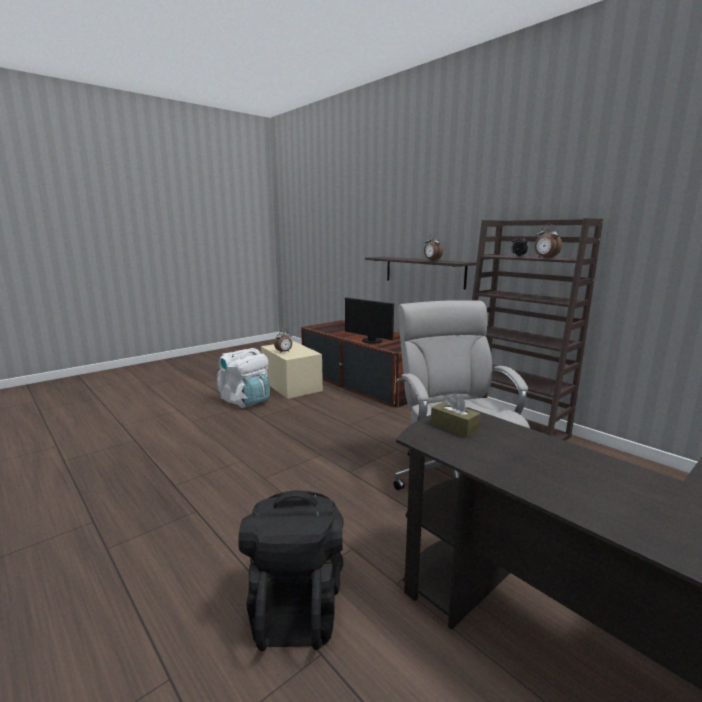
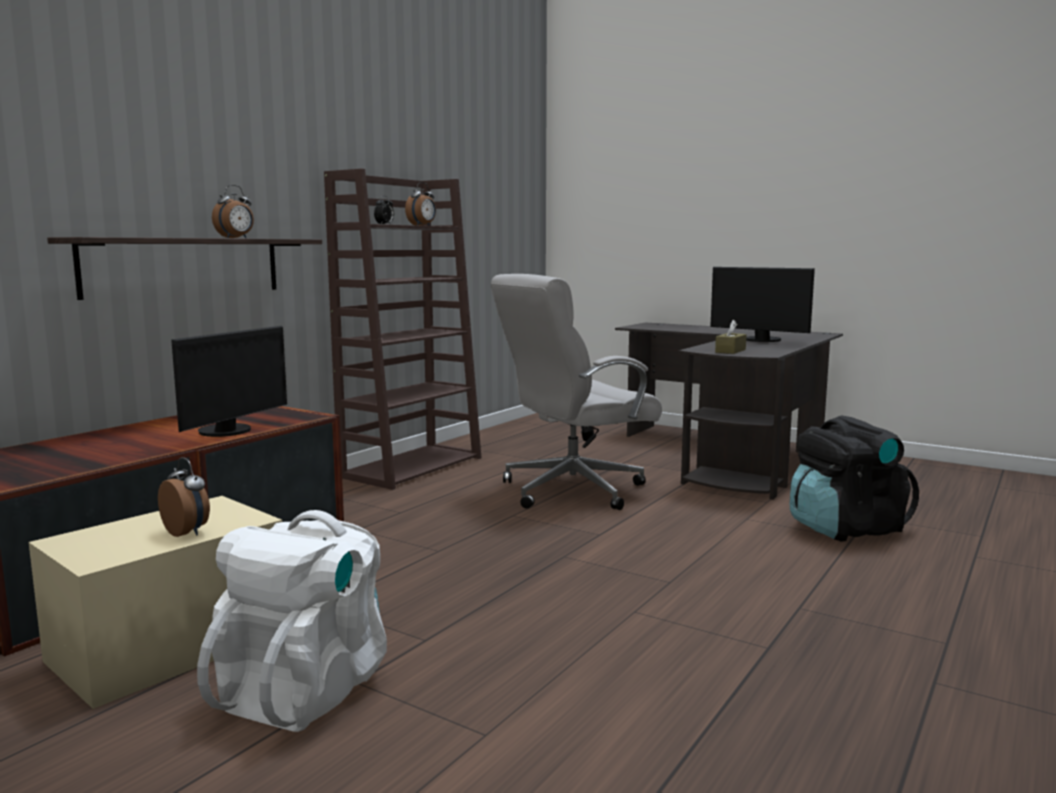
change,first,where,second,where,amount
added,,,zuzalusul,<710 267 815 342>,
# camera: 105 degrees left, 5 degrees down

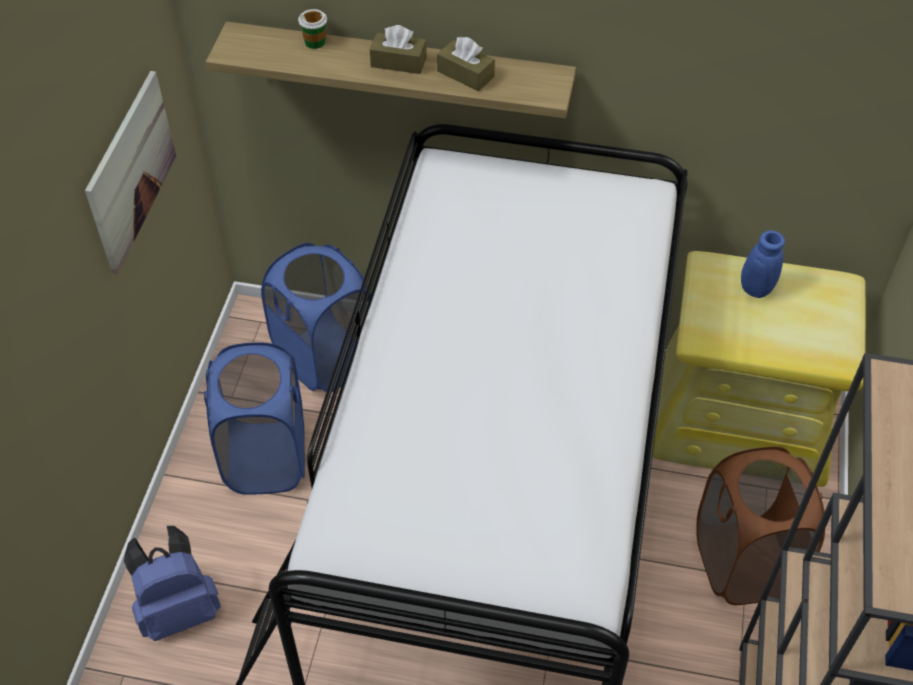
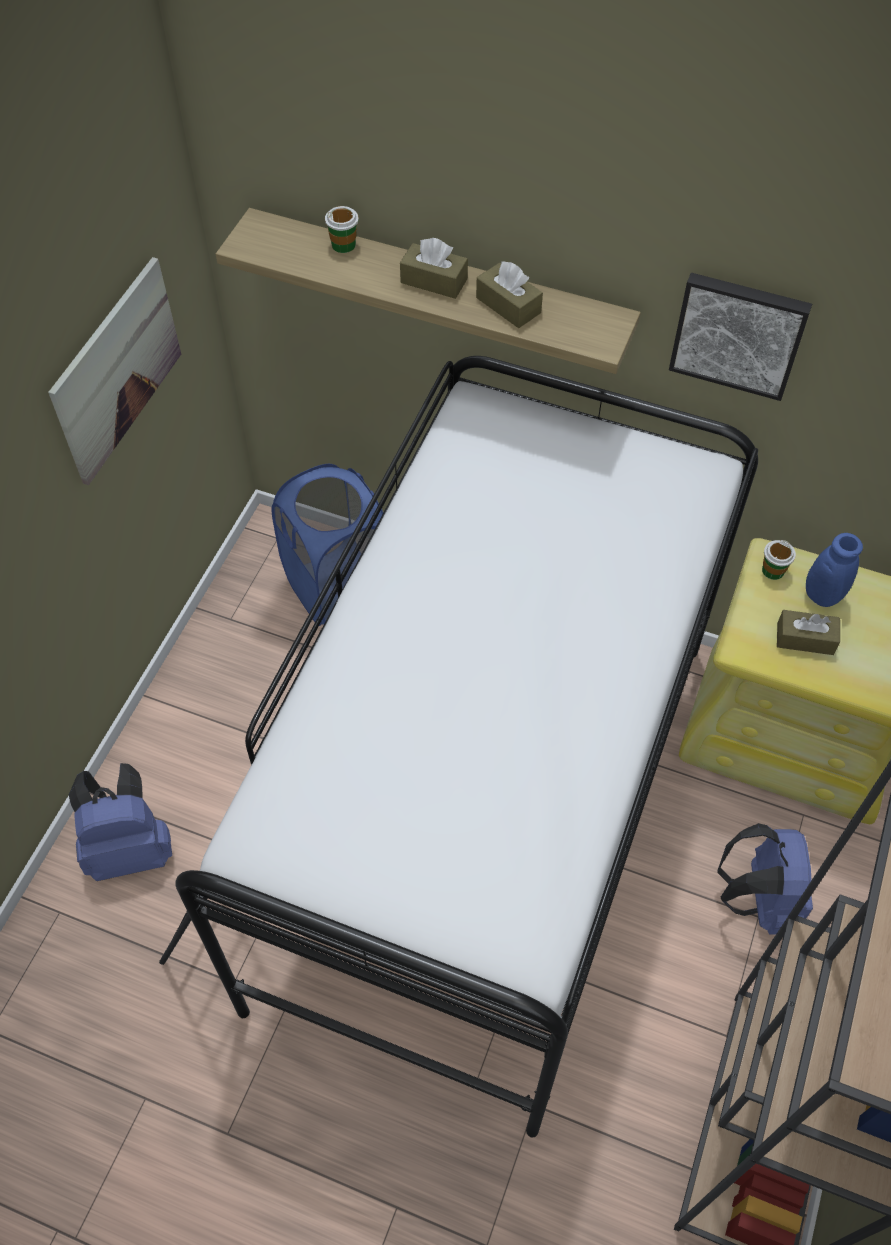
change,first,where,second,where,amount
removed,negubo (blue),<204 342 305 495>,,,
replaced,negubo (brown),<696 447 825 605>,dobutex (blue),<718 823 813 935>,
added,,,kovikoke,<669 273 812 401>,
added,,,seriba,<762 540 796 580>,
added,,,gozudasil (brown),<777 610 840 655>,
# camera: 10 degrees right, 5 degrees up

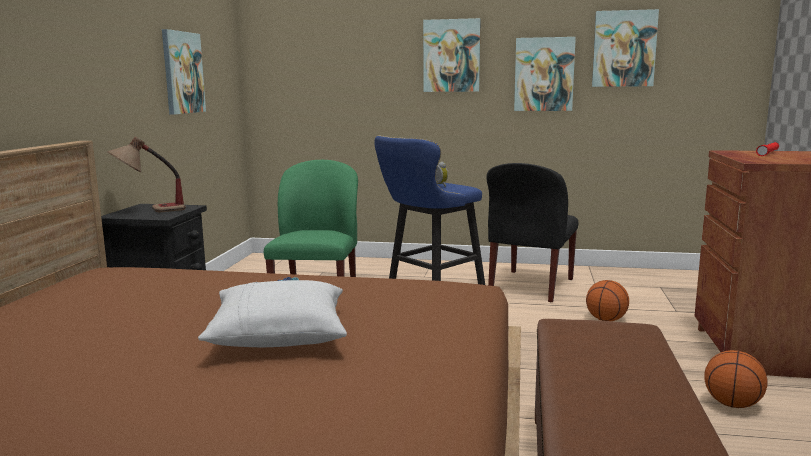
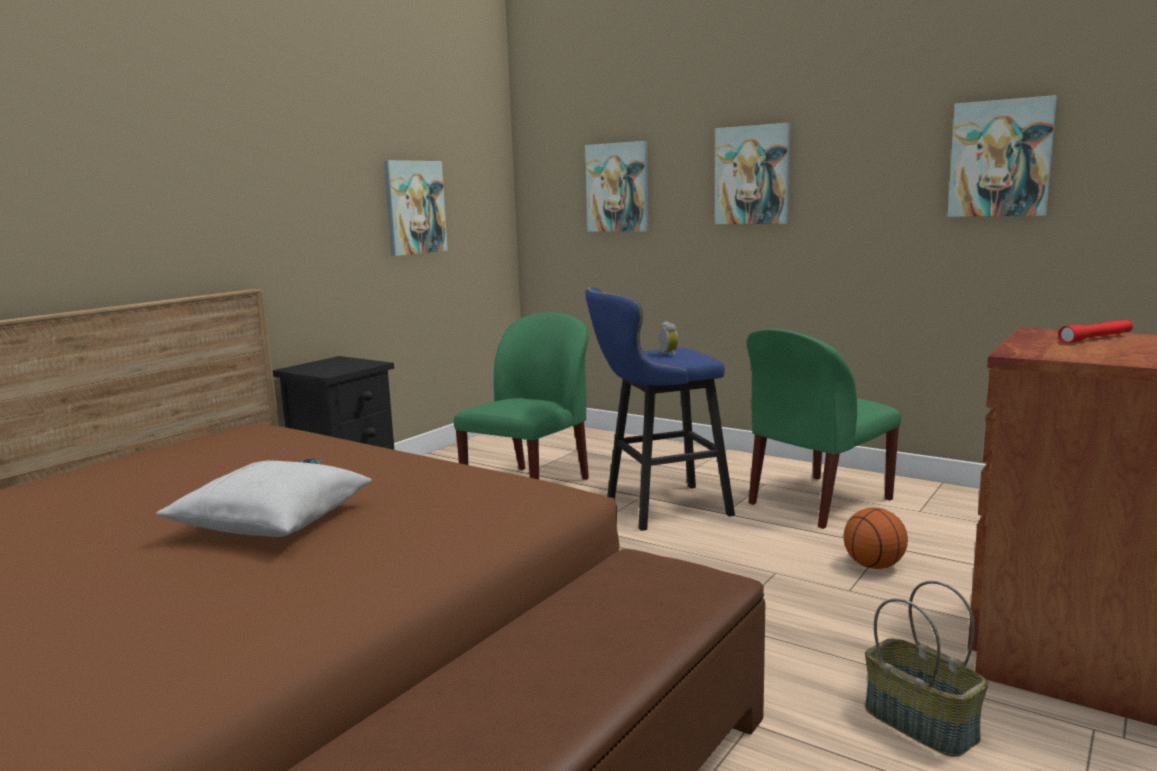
change,first,where,second,where,amount
removed,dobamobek,<108 137 186 212>,,,
recoloured,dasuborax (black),<486 163 578 302>,dasuborax (green),<747 329 901 529>,
moved,kovikoke,<514 37 576 111>,,<585 141 648 232>,
replaced,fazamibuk,<704 350 768 408>,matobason,<865 581 988 757>,
# camera: 25 degrees right, 0 degrees up

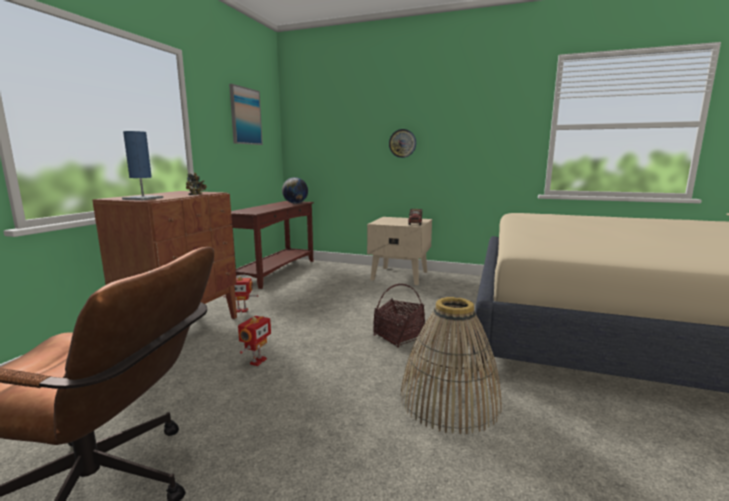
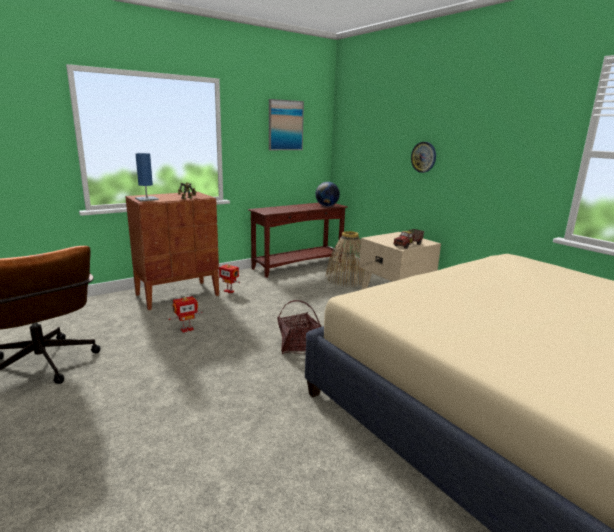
change,first,where,second,where,amount
moved,matobason,<401 297 502 434>,,<325 231 370 287>,
# camera: 35 degrees right, 5 degrees up

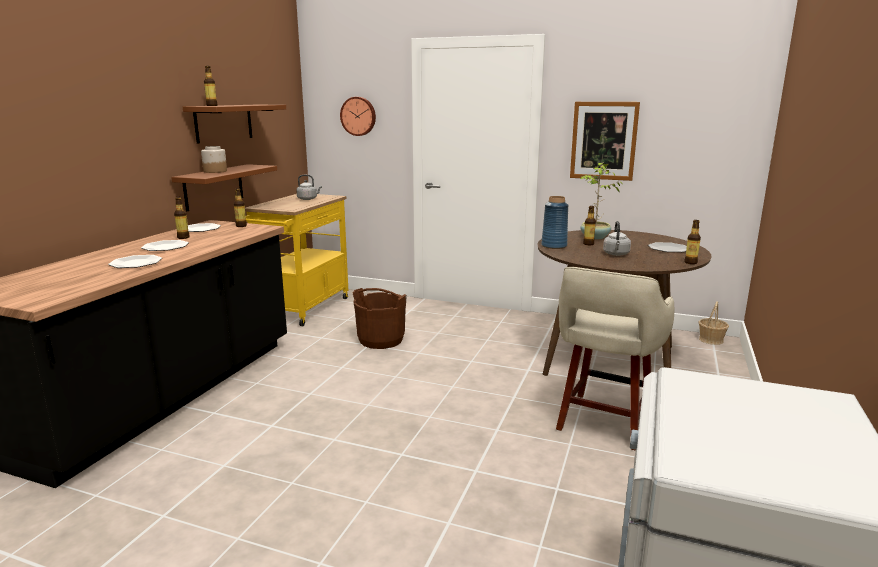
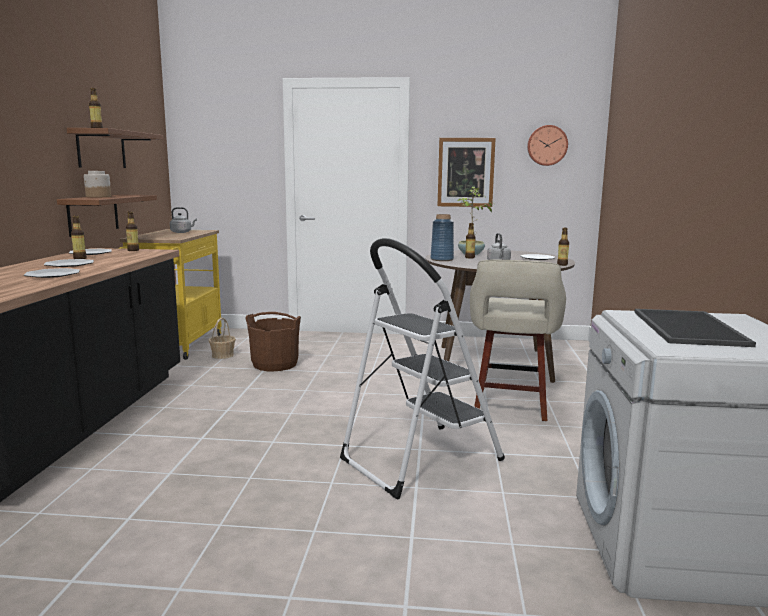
change,first,where,second,where,amount
moved,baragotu,<340 97 376 136>,,<527 125 568 166>,
moved,matobason,<699 301 729 345>,,<208 318 236 359>,
added,,,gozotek,<340 238 505 499>,
added,,,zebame,<634 309 756 347>,
# camera: 15 degrees left, 5 degrees down

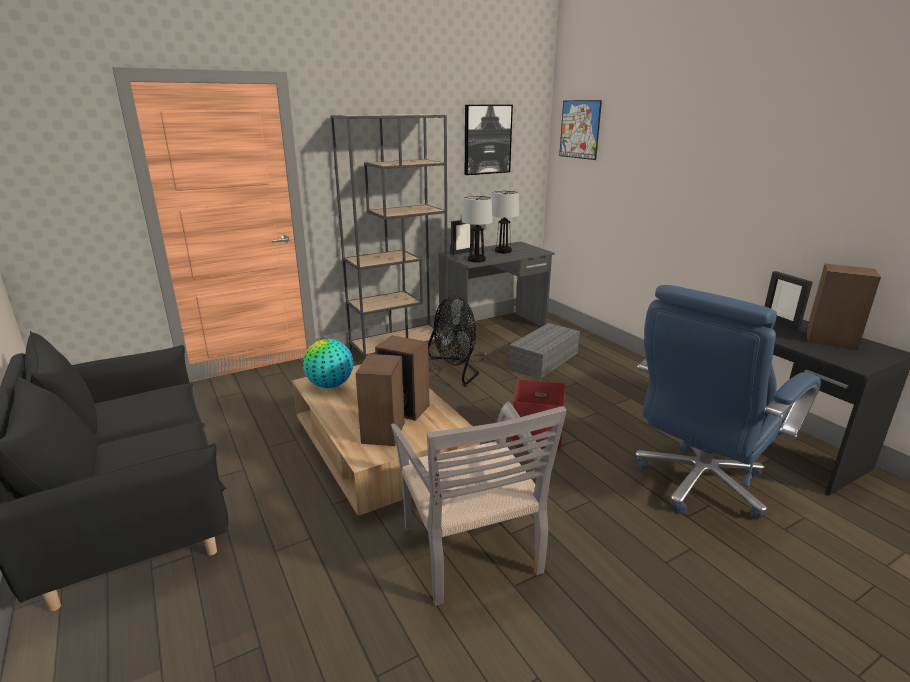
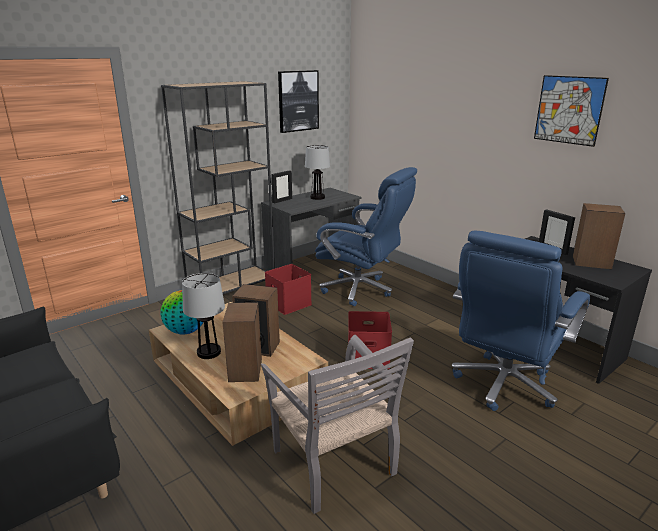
change,first,where,second,where,amount
replaced,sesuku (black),<428 295 485 387>,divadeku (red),<265 264 312 315>,
moved,dobamobek,<462 196 493 263>,,<182 273 225 359>,
replaced,divadeku (grey),<509 323 580 378>,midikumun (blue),<315 167 417 306>,
moved,kovikoke,<559 100 602 160>,,<534 75 609 147>,
# camera: 10 degrees left, 0 degrees up

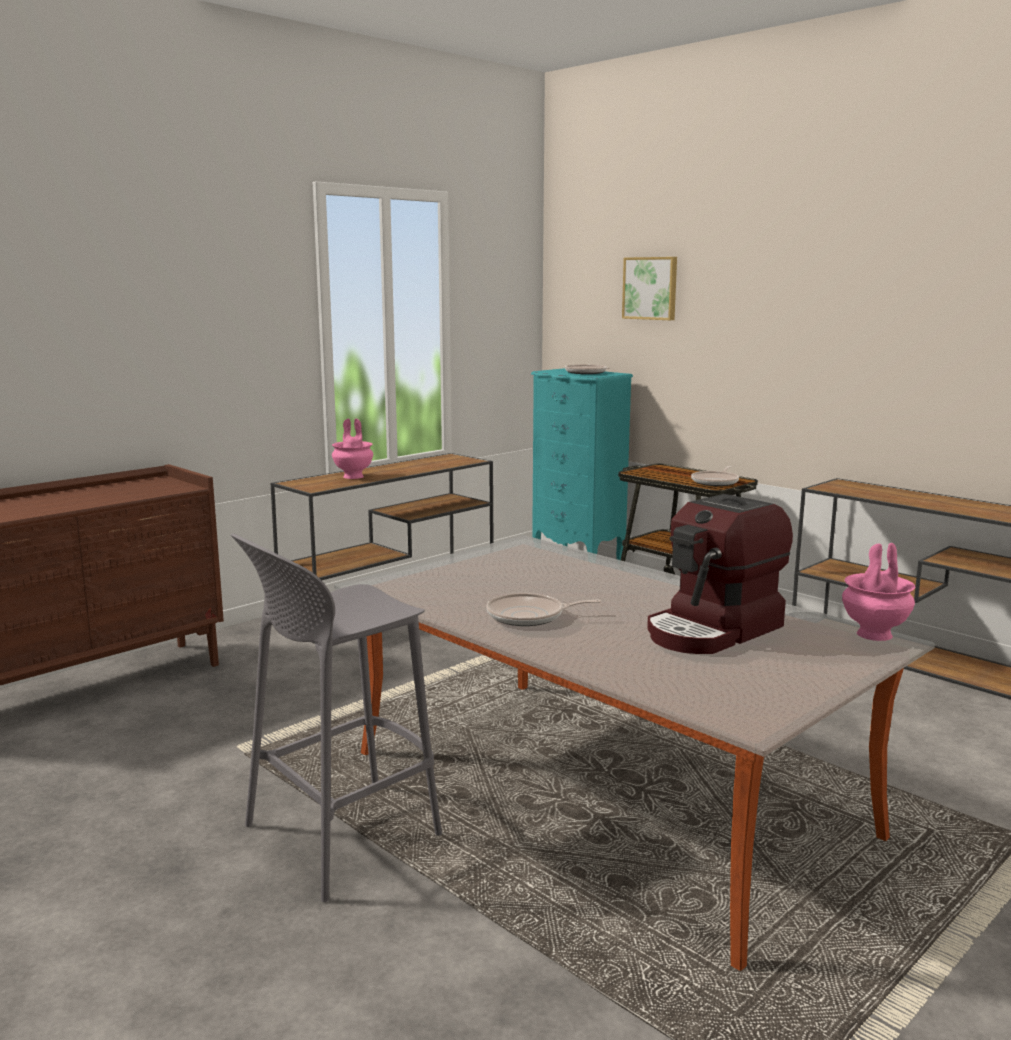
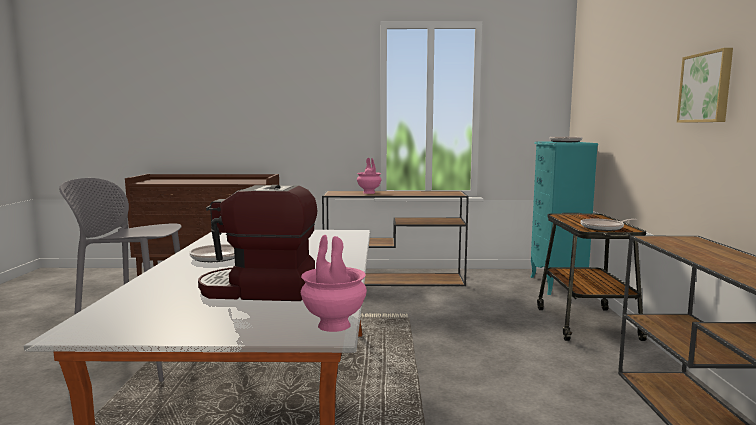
change,first,where,second,where,amount
moved,kovikoke,<622 257 677 320>,,<677 48 733 123>,
# camera: 45 degrees right, 5 degrees down

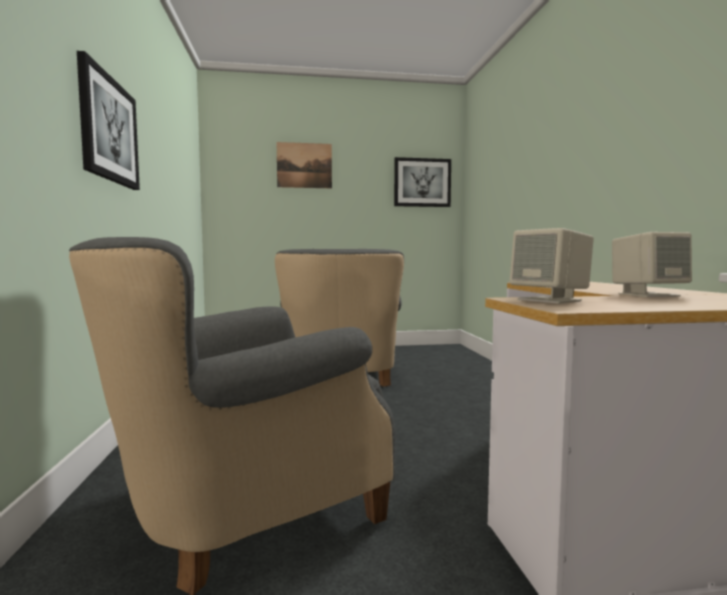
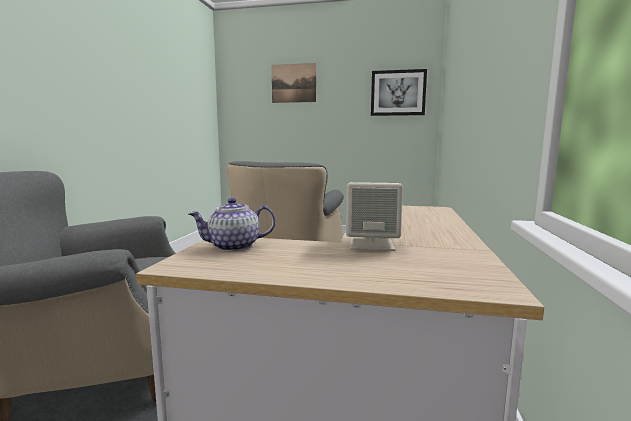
change,first,where,second,where,amount
removed,kovikoke,<77 51 140 190>,,,
replaced,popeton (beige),<509 228 594 304>,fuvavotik,<188 198 275 252>,
# camera: 20 degrees right, 5 degrees up

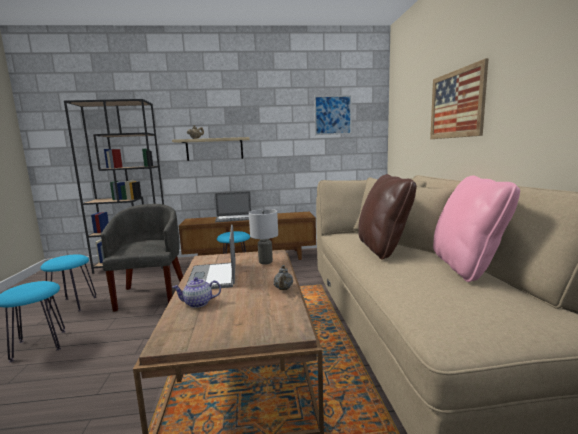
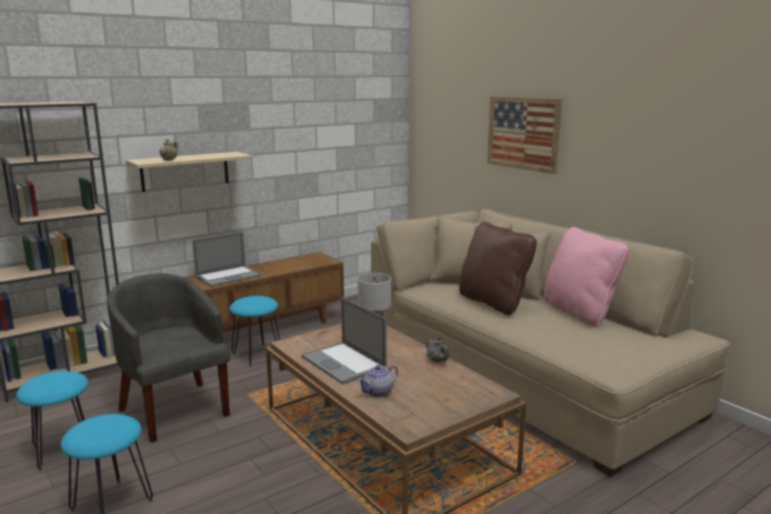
change,first,where,second,where,amount
removed,kovikoke,<314 95 352 135>,,,
# camera: 30 degrees left, 5 degrees up

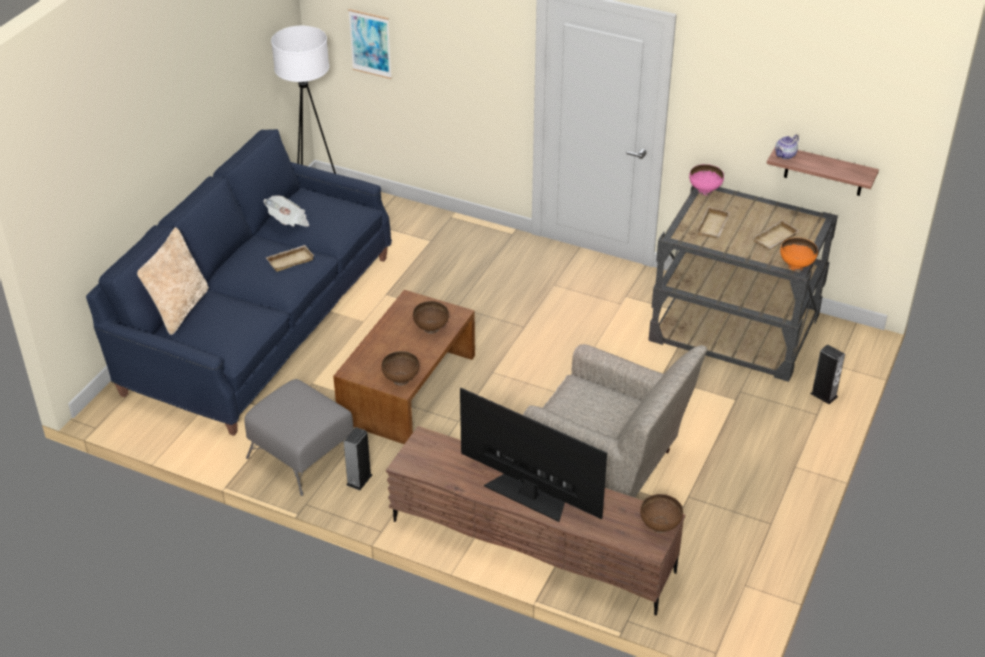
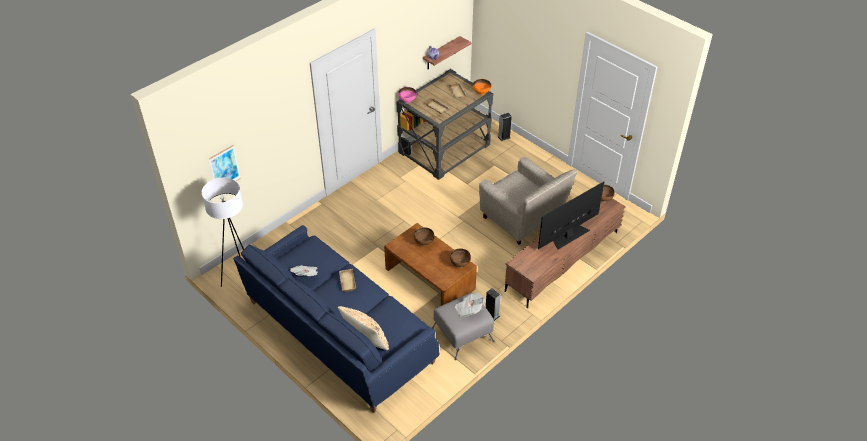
change,first,where,second,where,amount
turned,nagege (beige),<523 344 707 498>,,<479 157 577 245>,90 degrees clockwise
added,,,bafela,<455 293 485 317>,
# camera: 70 degrees left, 5 degrees up

